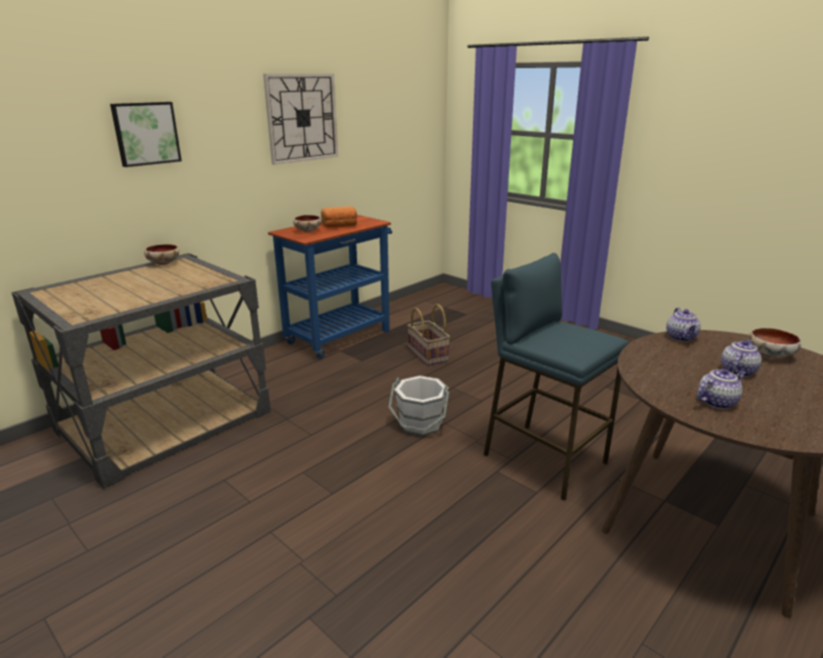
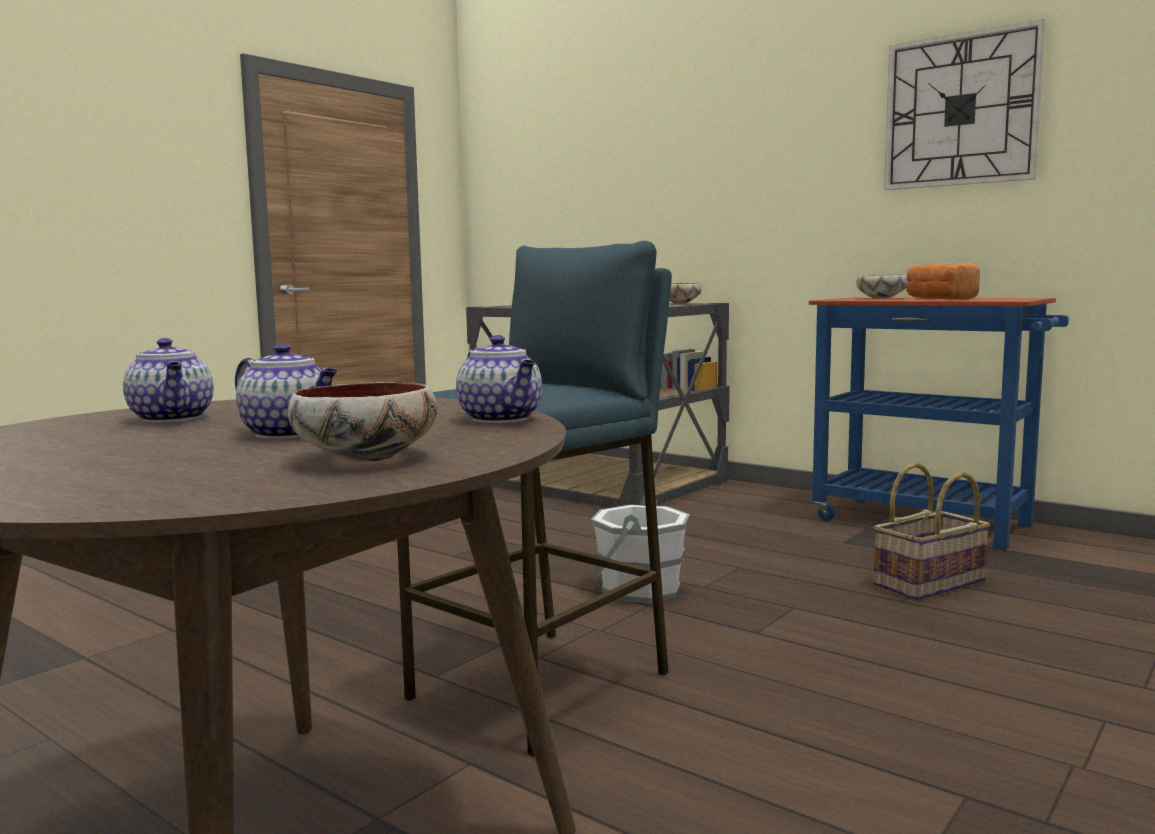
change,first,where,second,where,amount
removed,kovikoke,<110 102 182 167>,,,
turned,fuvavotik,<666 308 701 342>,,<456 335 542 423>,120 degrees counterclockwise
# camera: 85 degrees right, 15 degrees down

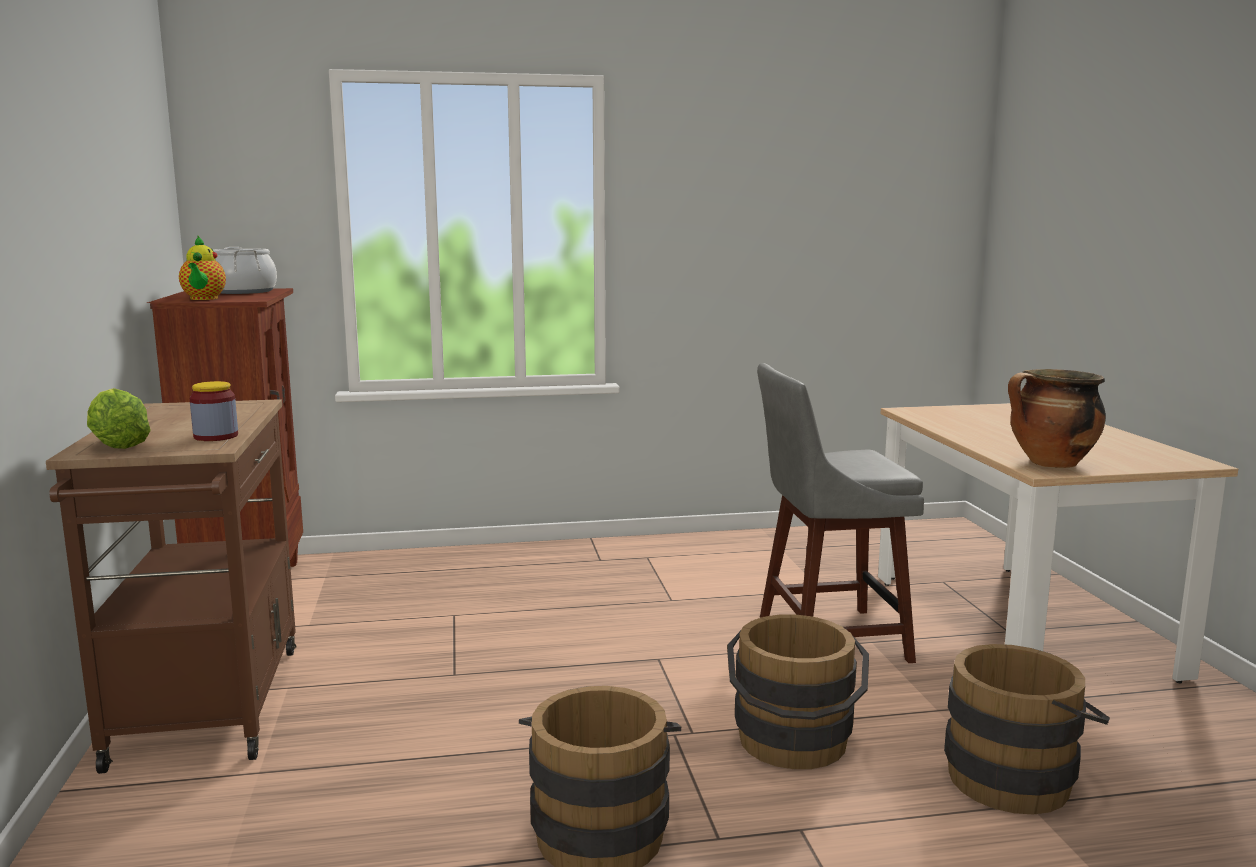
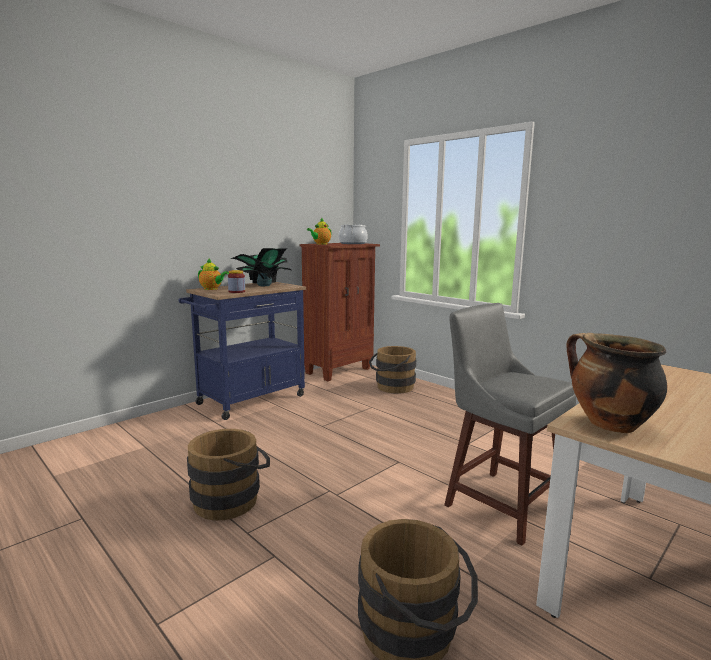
change,first,where,second,where,amount
recoloured,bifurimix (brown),<46 399 297 774>,bifurimix (blue),<178 282 306 420>,
replaced,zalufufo,<87 388 151 449>,fuvavotik,<198 258 229 290>,
moved,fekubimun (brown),<727 614 869 769>,,<369 346 416 394>,
added,,,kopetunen,<231 248 291 286>,
# camera: 55 degrees right, 0 degrees up

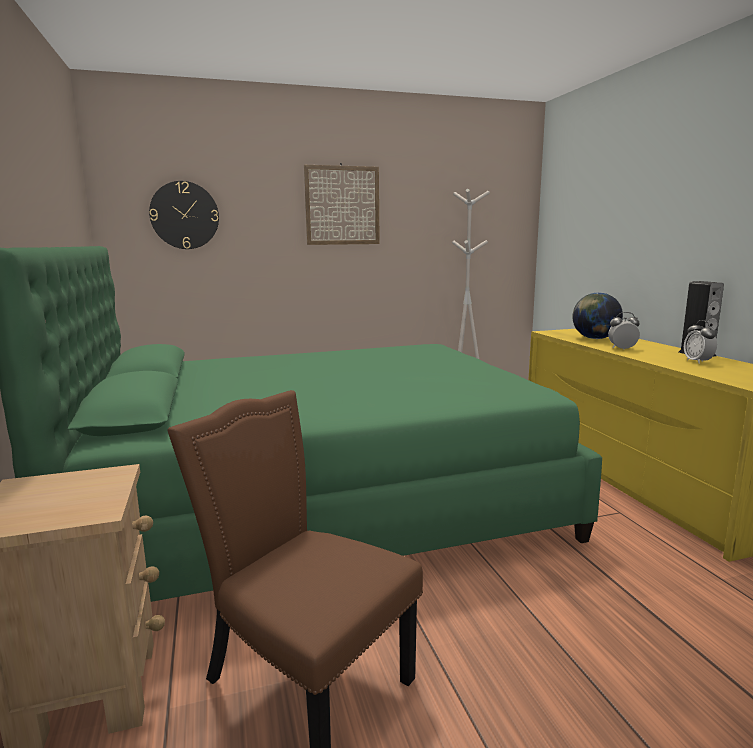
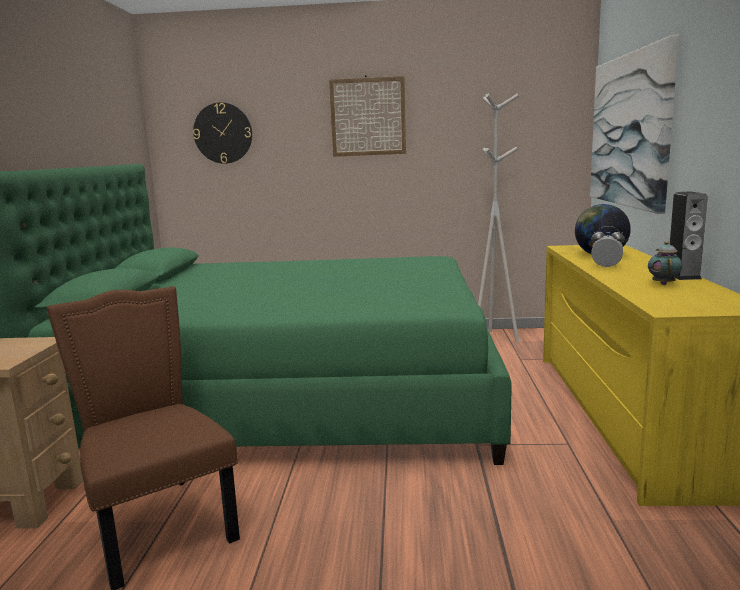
change,first,where,second,where,amount
replaced,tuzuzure,<684 320 717 364>,fuvavotik,<648 241 682 285>,
added,,,kovikoke,<590 34 679 214>,
# camera: 20 degrees right, 0 degrees up

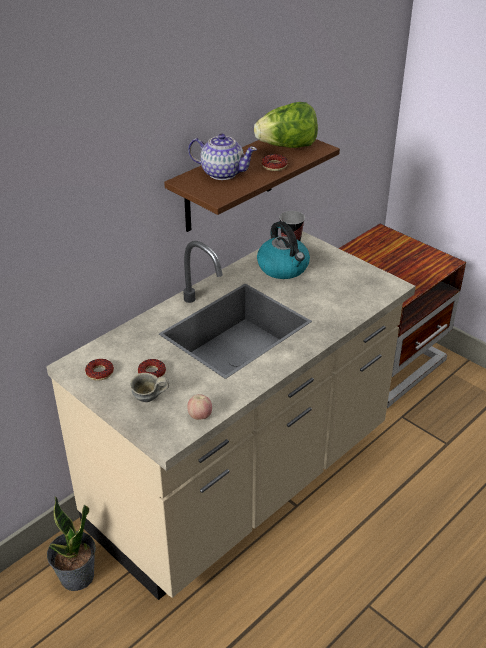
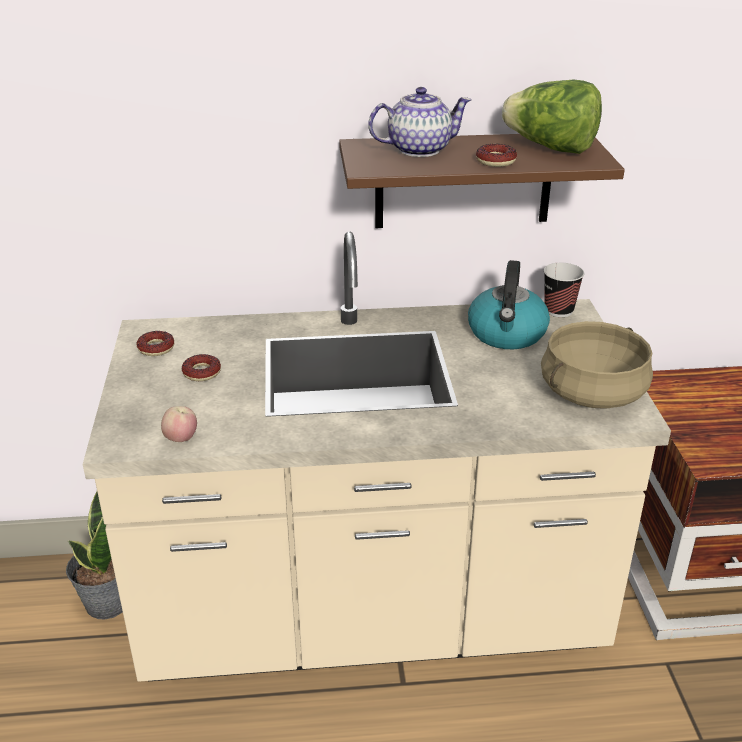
change,first,where,second,where,amount
removed,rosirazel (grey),<130 373 169 402>,,,
turned,fuvavotik,<188 134 257 180>,,<368 87 472 157>,75 degrees counterclockwise
added,,,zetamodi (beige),<541 321 653 409>,
# camera: 40 degrees right, 5 degrees down

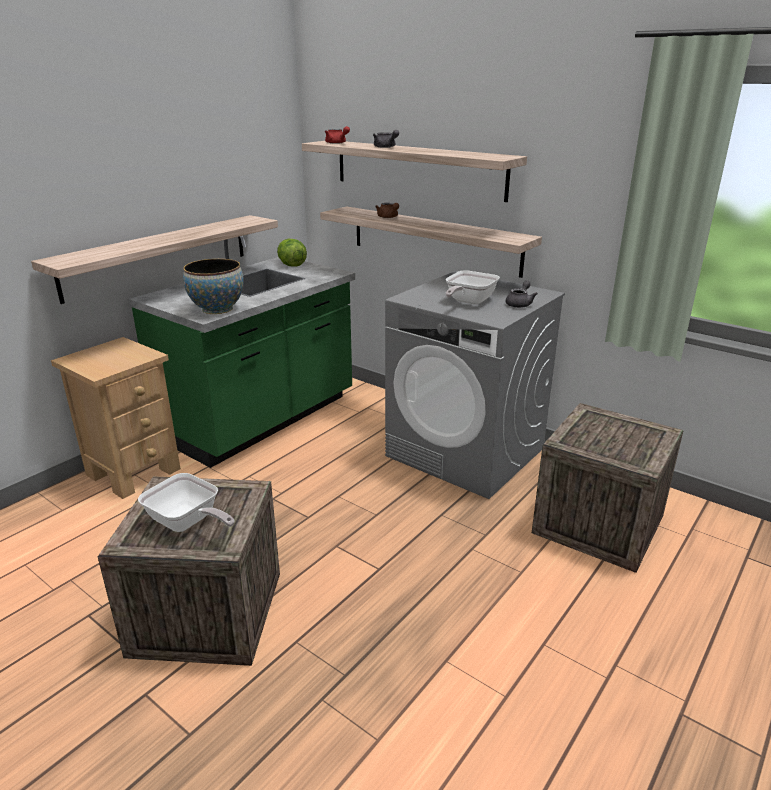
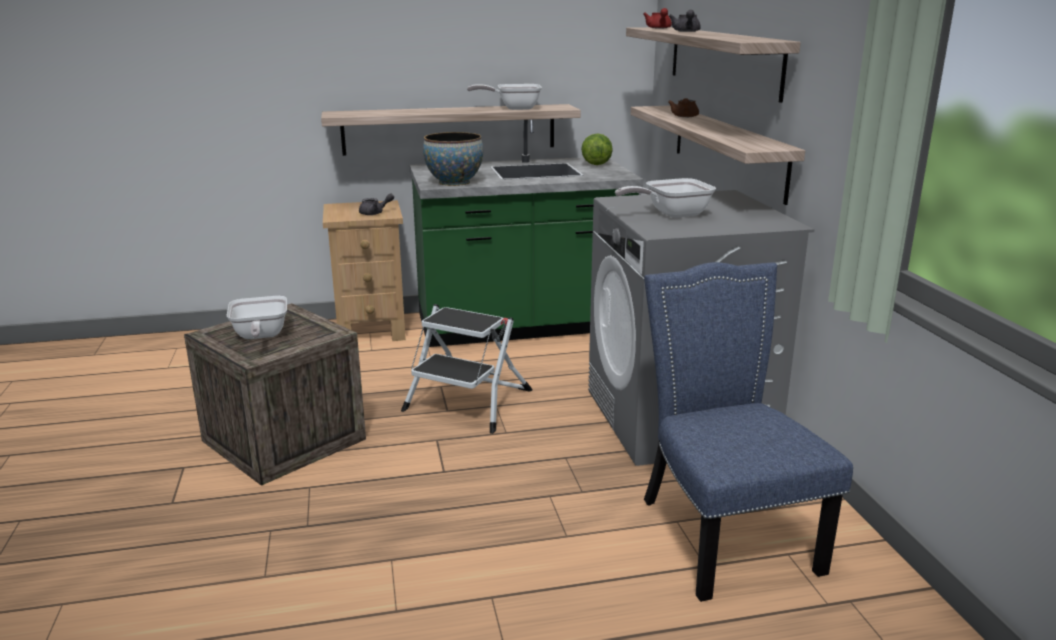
change,first,where,second,where,amount
moved,fuvavotik (grey),<505 280 538 308>,,<359 193 394 215>,
replaced,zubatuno,<532 403 684 573>,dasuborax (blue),<644 262 853 602>,
added,,,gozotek,<401 304 533 434>,
added,,,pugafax,<467 84 542 110>,
# camera: 40 degrees right, 5 degrees down

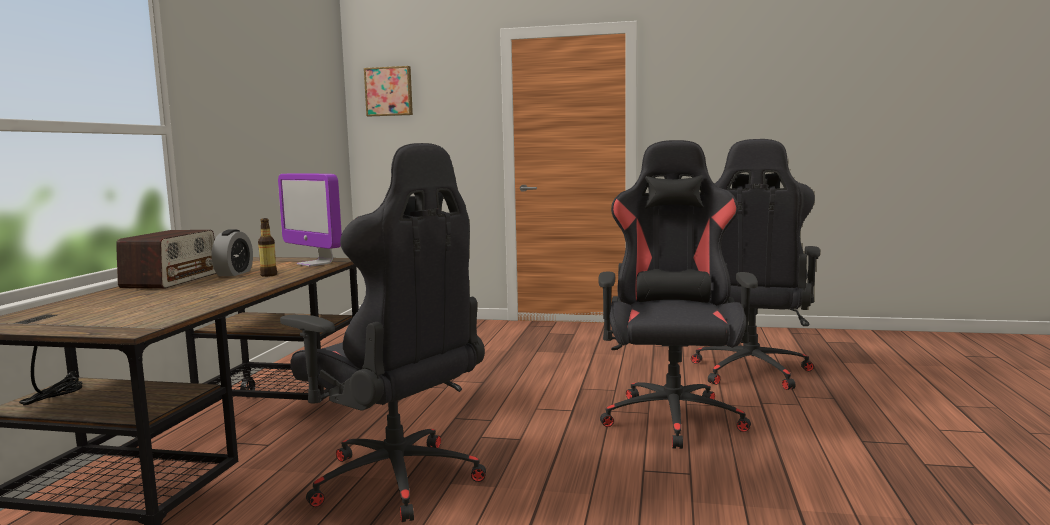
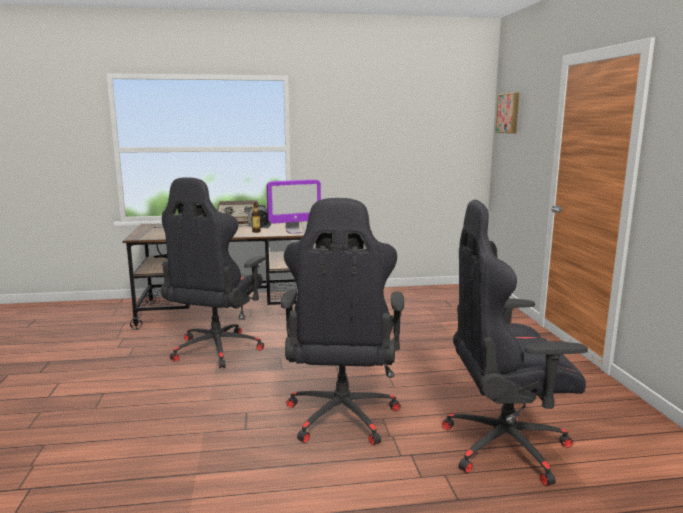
change,first,where,second,where,amount
turned,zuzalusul,<278 173 342 267>,,<267 180 321 234>,135 degrees counterclockwise
turned,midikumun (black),<599 140 758 449>,,<281 198 404 445>,105 degrees clockwise
# camera: 70 degrees right, 5 degrees up

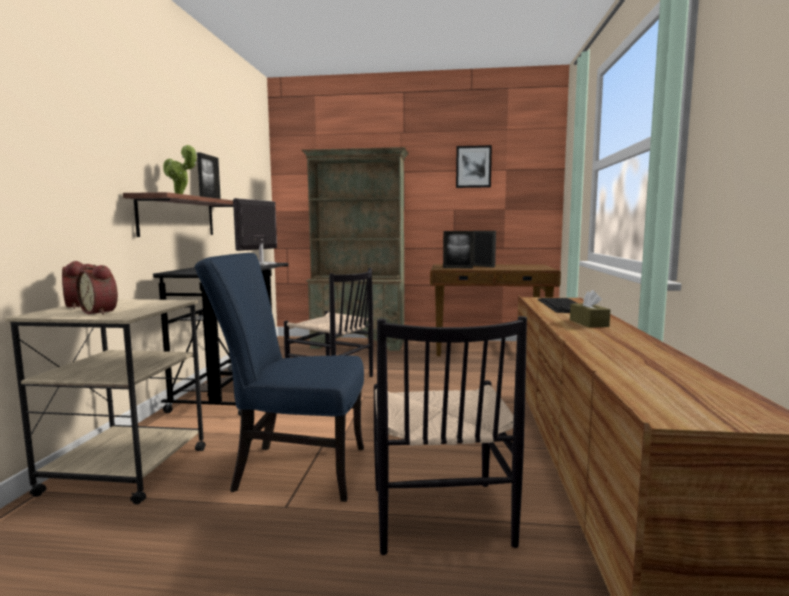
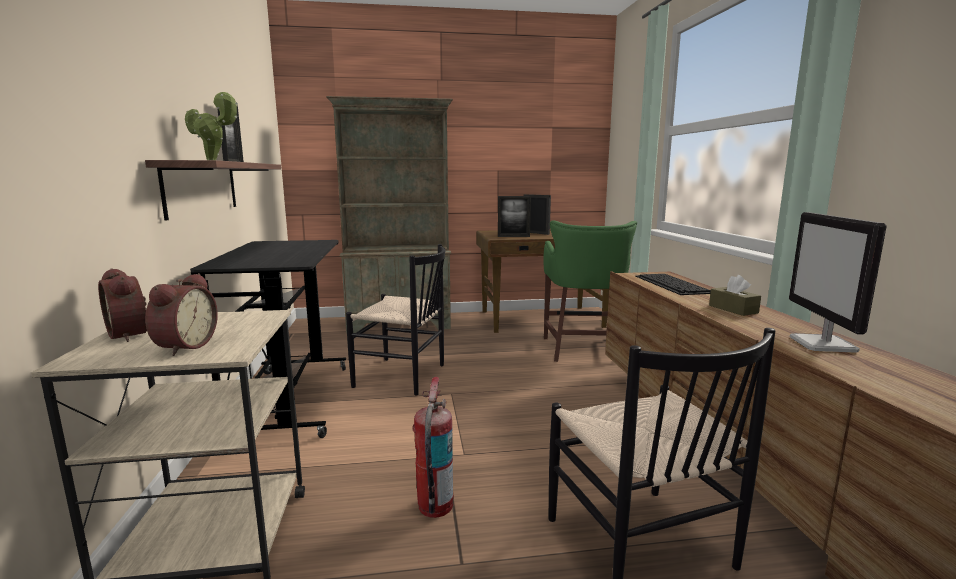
change,first,where,second,where,amount
turned,tuzuzure,<76 264 118 315>,,<145 273 218 356>,105 degrees counterclockwise
replaced,dasuborax (blue),<194 253 364 502>,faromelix,<413 377 454 518>,
moved,zuzalusul,<233 198 277 266>,,<789 212 887 353>,
removed,kovikoke,<456 145 492 188>,,,
added,,,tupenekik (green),<543 220 637 362>,
# camera: 15 degrees left, 5 degrees up

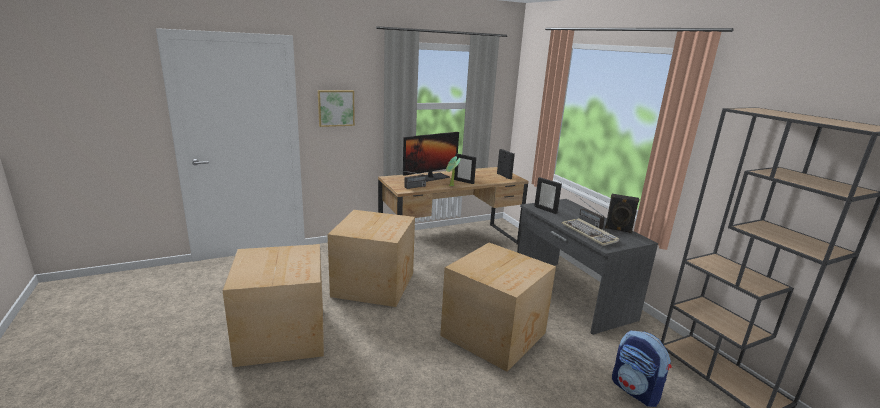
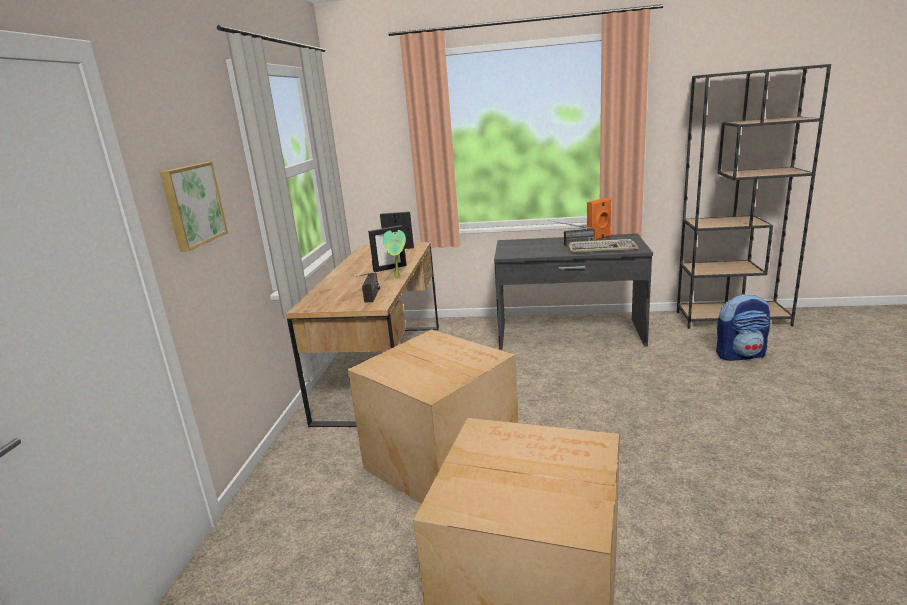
change,first,where,second,where,amount
removed,zuzalusul,<403 132 459 182>,,,
removed,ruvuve,<440 243 556 372>,,,
removed,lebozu,<534 177 562 214>,,,
recoloured,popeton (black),<605 194 639 233>,popeton (orange),<587 198 612 240>,
# camera: 55 degrees left, 0 degrees up

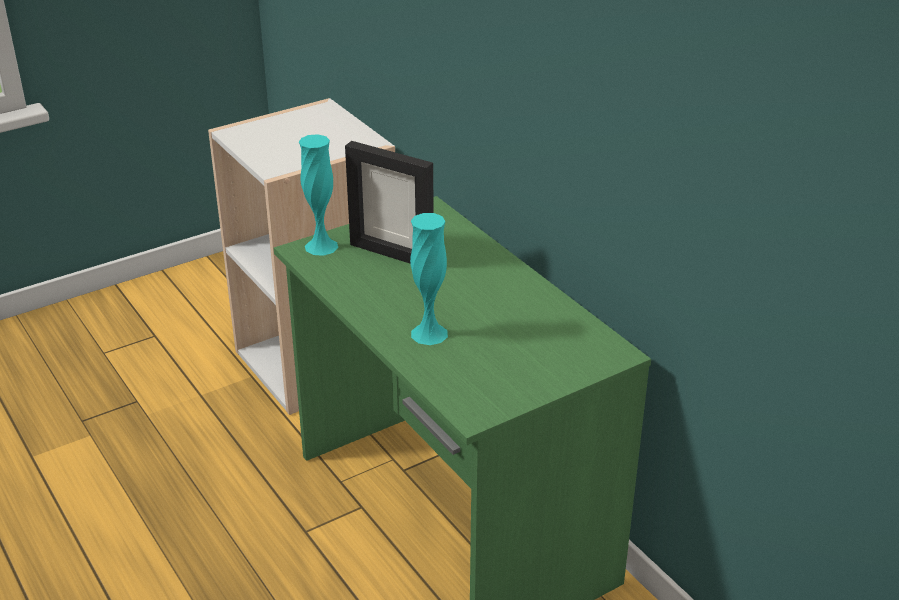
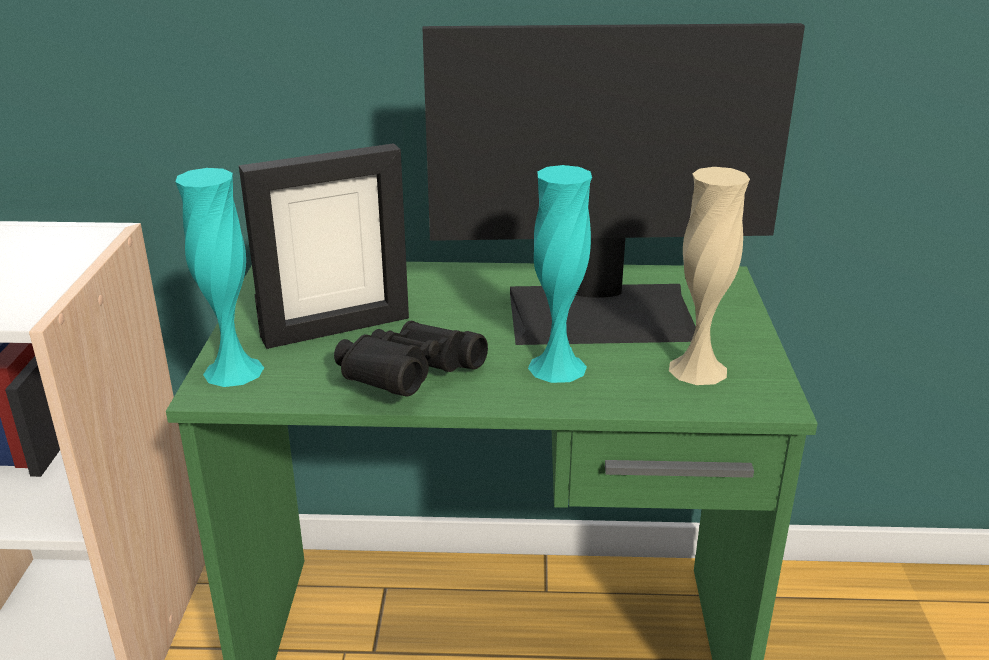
change,first,where,second,where,amount
added,,,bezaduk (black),<334 321 488 397>,
added,,,zuzalusul,<423 23 805 345>,
added,,,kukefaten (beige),<669 167 750 385>,
# camera: 55 degrees left, 5 degrees down

